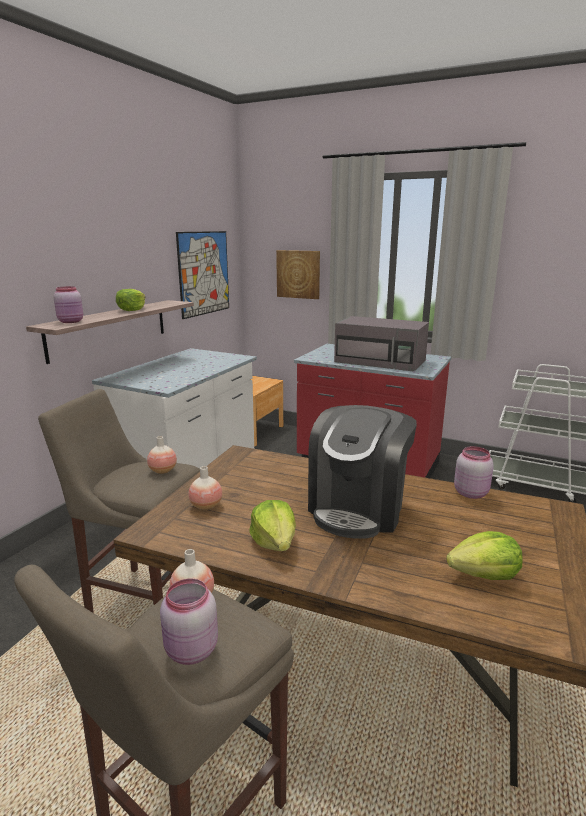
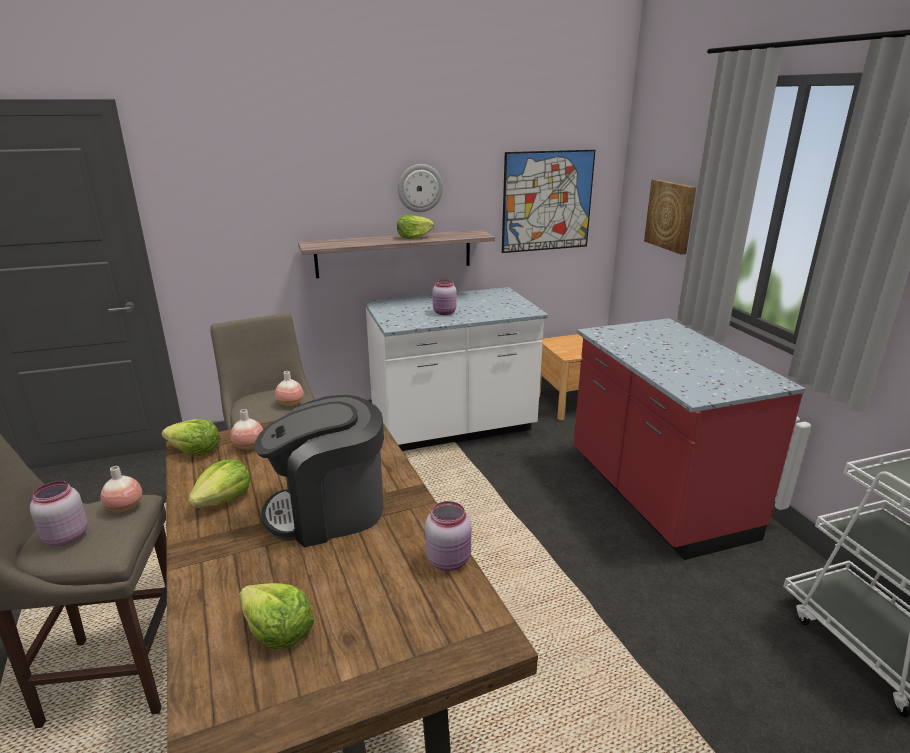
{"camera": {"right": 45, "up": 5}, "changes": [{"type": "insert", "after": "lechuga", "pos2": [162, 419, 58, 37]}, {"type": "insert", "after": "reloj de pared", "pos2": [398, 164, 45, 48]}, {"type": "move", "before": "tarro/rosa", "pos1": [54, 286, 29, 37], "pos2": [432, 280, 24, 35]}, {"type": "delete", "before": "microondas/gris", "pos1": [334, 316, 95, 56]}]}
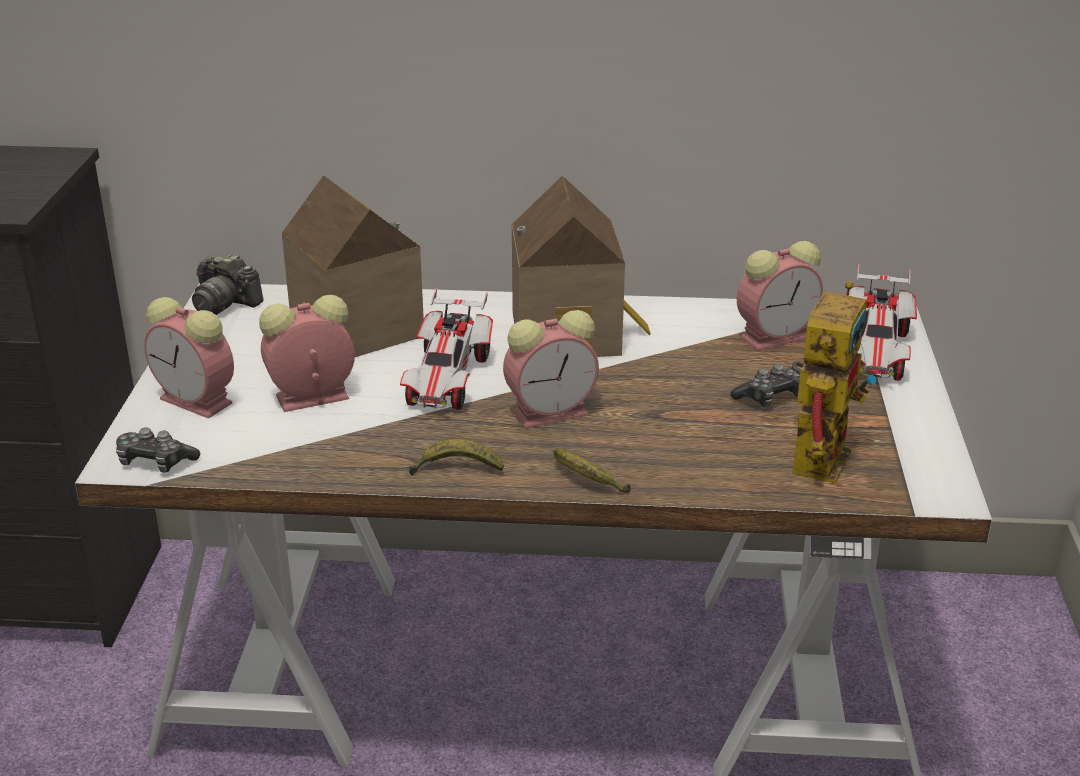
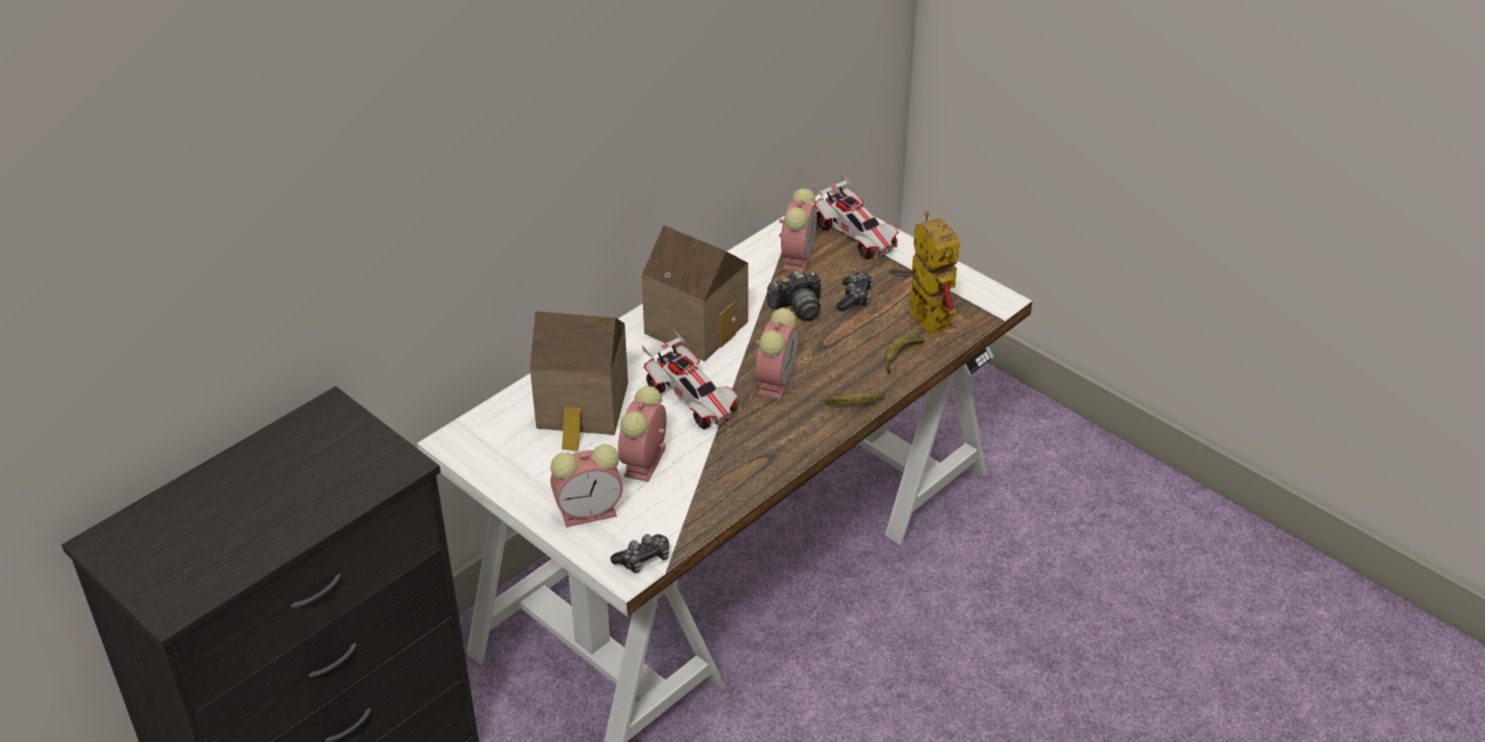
{"camera": {"right": -50, "up": 10}, "changes": [{"type": "move", "before": "cámara", "pos1": [192, 254, 72, 61], "pos2": [767, 270, 54, 51]}, {"type": "move", "before": "plátano", "pos1": [409, 439, 95, 36], "pos2": [885, 334, 40, 40]}]}
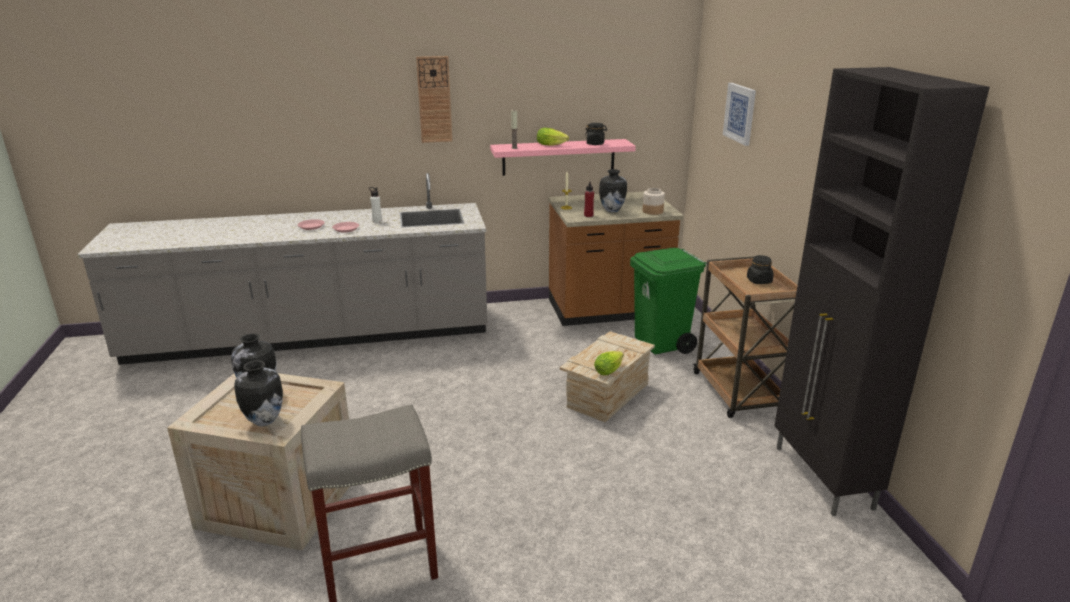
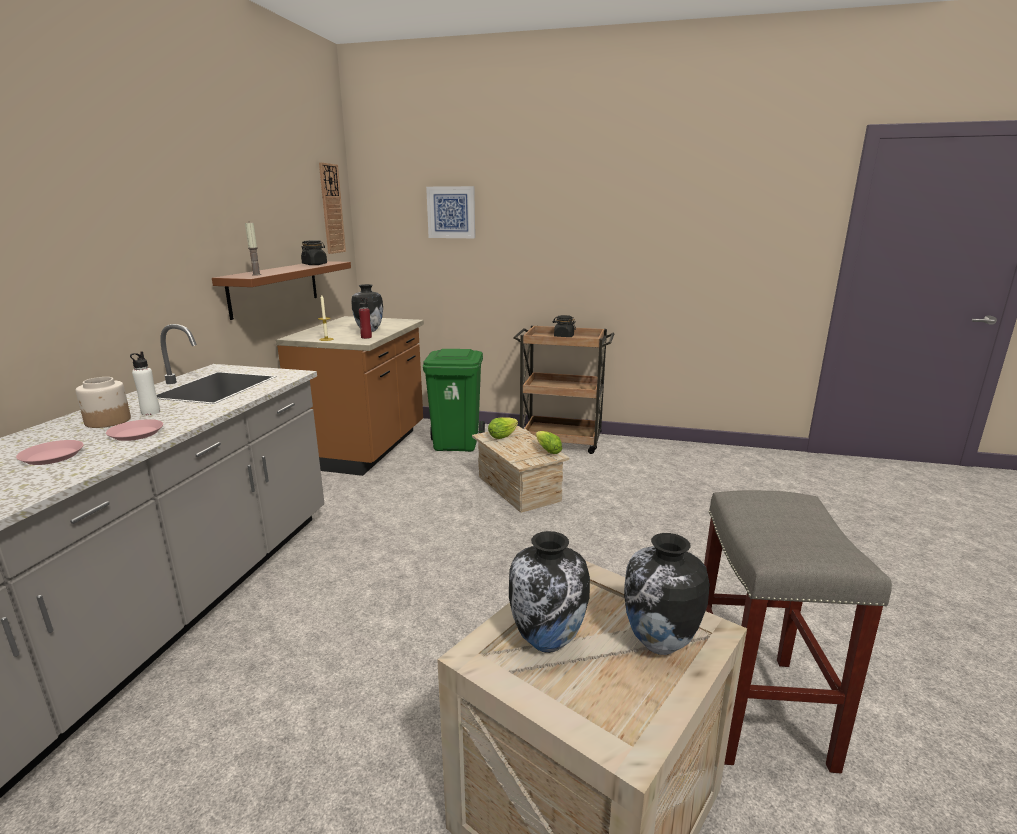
{"camera": {"right": -65, "up": -5}, "changes": [{"type": "move", "before": "tarro", "pos1": [643, 188, 22, 27], "pos2": [76, 377, 55, 51]}, {"type": "recolor", "before": "estante/rosa", "after": "estante/marrón", "pos1": [490, 139, 146, 37], "pos2": [212, 261, 139, 59]}, {"type": "move", "before": "reloj de pared", "pos1": [416, 56, 36, 87], "pos2": [319, 162, 27, 92]}, {"type": "move", "before": "lechuga", "pos1": [537, 128, 32, 18], "pos2": [488, 417, 30, 22]}, {"type": "delete", "before": "armario/negro", "pos1": [774, 67, 216, 449]}]}
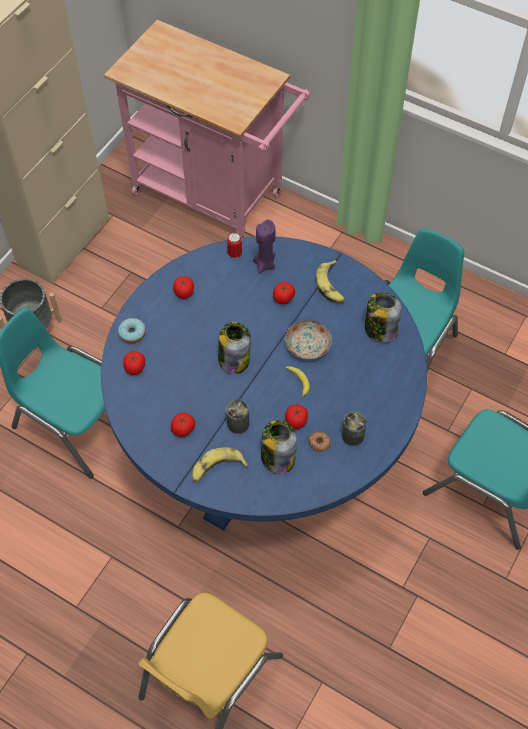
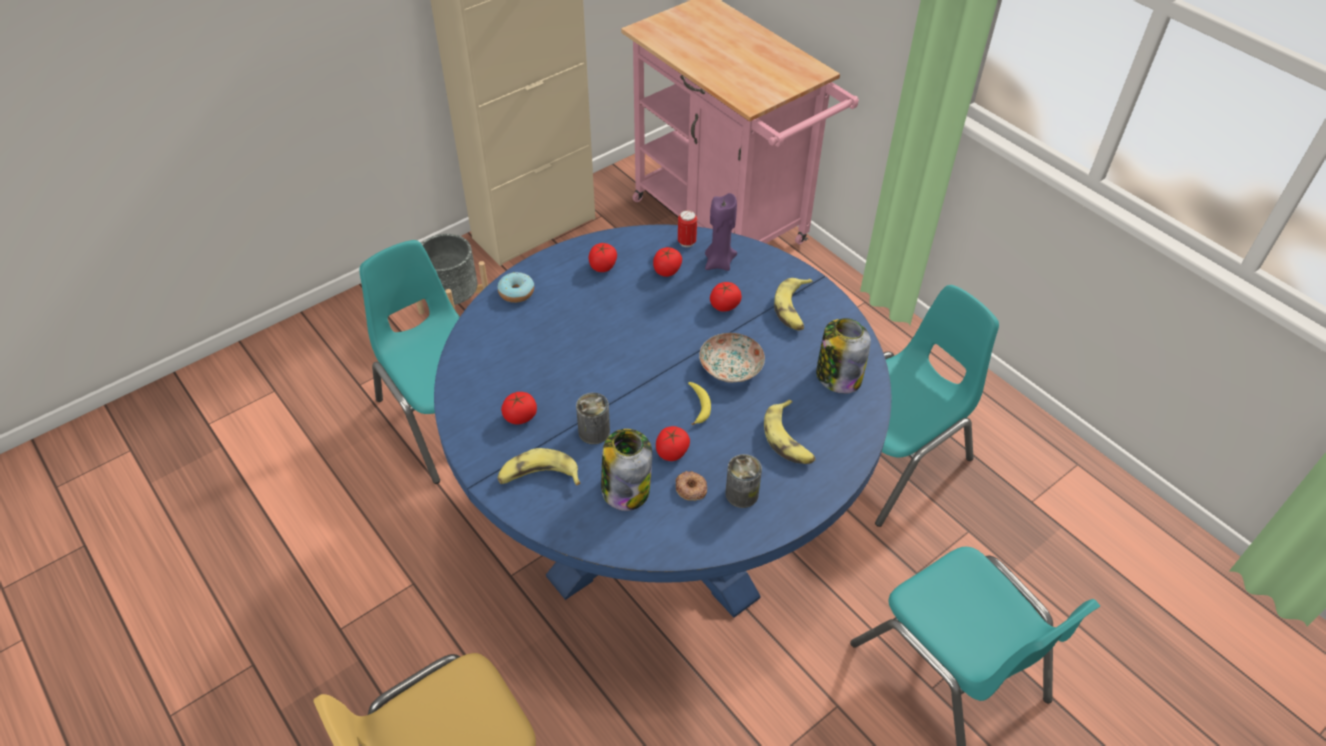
{"camera": {"right": 20, "up": -10}, "changes": [{"type": "move", "before": "tomate", "pos1": [123, 351, 22, 24], "pos2": [653, 247, 29, 30]}, {"type": "insert", "after": "plátano", "pos2": [764, 400, 51, 64]}, {"type": "delete", "before": "tarro", "pos1": [218, 322, 33, 52]}]}
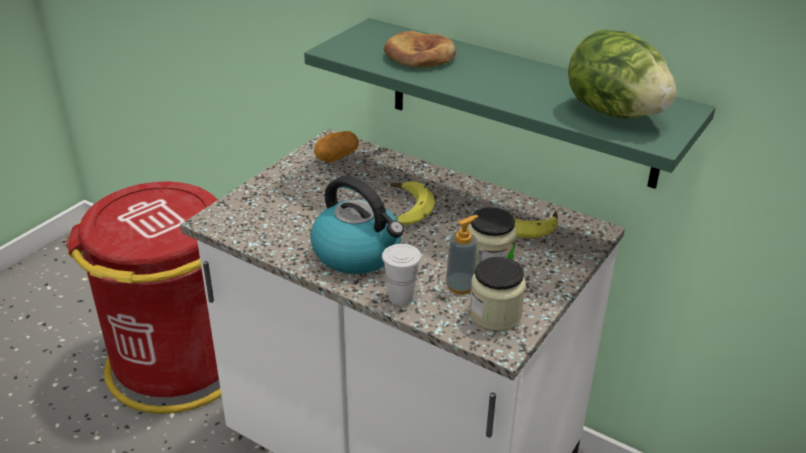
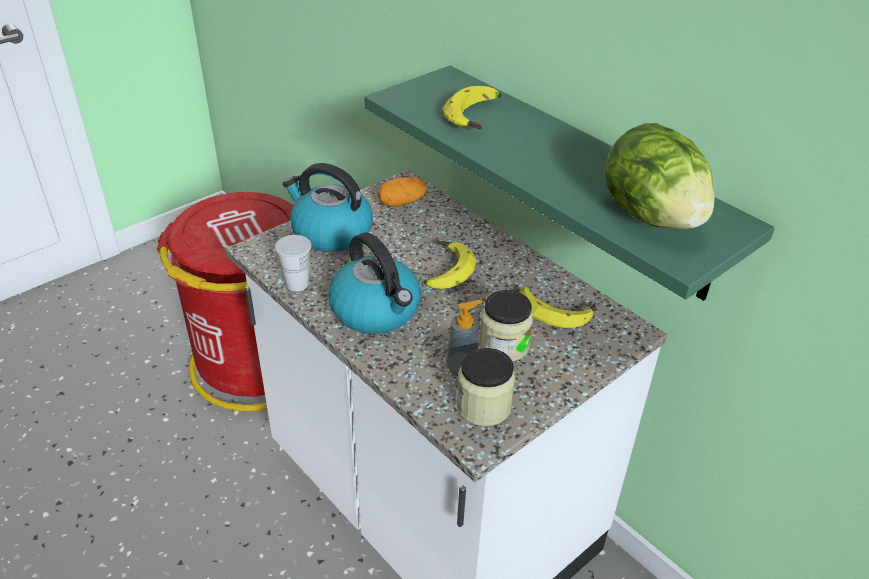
{"camera": {"right": 15, "up": 5}, "changes": [{"type": "move", "before": "taza/blanco", "pos1": [382, 244, 39, 62], "pos2": [275, 235, 37, 57]}, {"type": "insert", "after": "hervidor", "pos2": [283, 163, 90, 89]}, {"type": "replace", "before": "pan", "after": "plátano", "pos1": [384, 31, 72, 37], "pos2": [443, 86, 59, 43]}]}
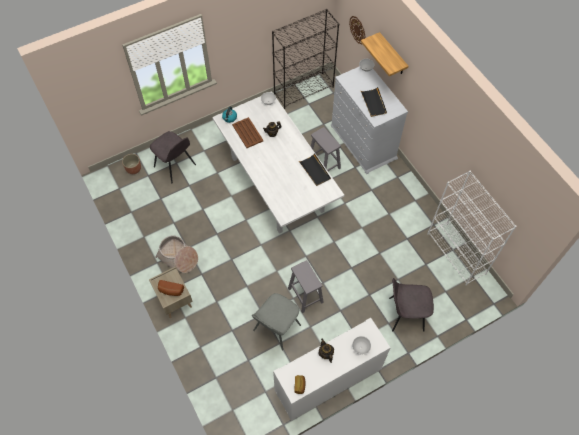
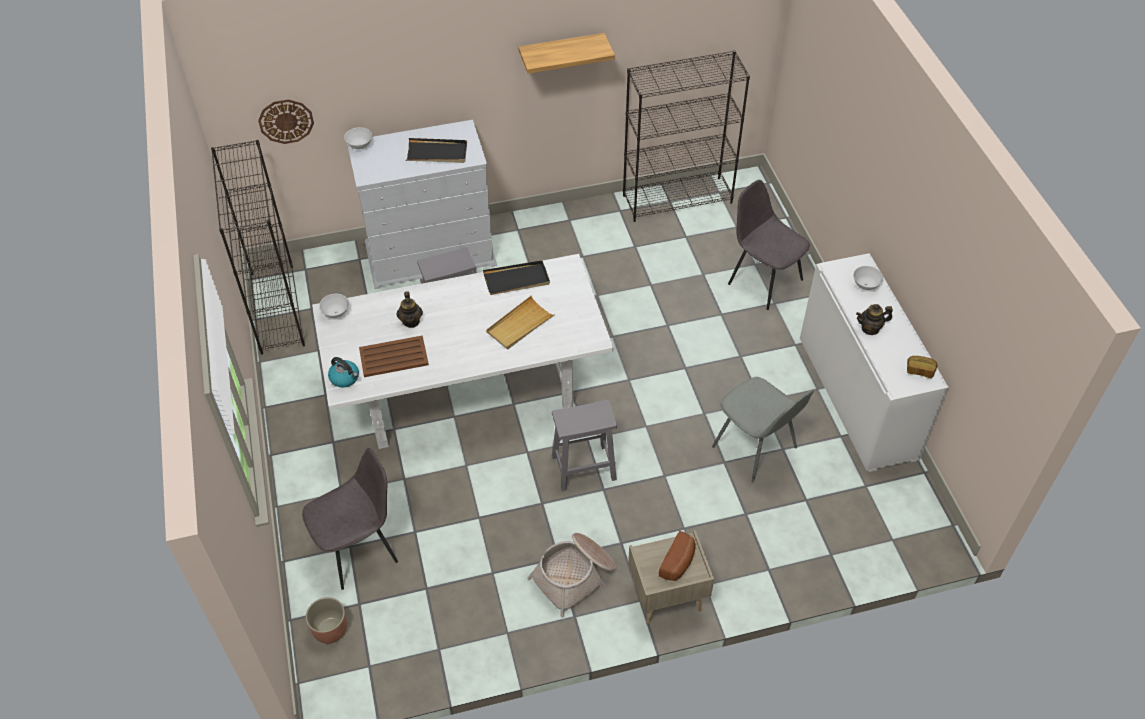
{"camera": {"right": -75, "up": -10}, "changes": [{"type": "insert", "after": "bandeja/beis", "pos2": [486, 296, 69, 54]}, {"type": "move", "before": "estante", "pos1": [361, 32, 47, 44], "pos2": [518, 33, 97, 41]}, {"type": "move", "before": "taburete/gris", "pos1": [288, 260, 36, 53], "pos2": [552, 400, 65, 91]}, {"type": "recolor", "before": "estantería/blanco", "after": "estantería/negro", "pos1": [427, 170, 90, 116], "pos2": [623, 50, 127, 172]}, {"type": "rotate", "before": "silla/gris", "pos1": [389, 278, 45, 54], "pos2": [728, 180, 82, 130], "turn": 120}]}
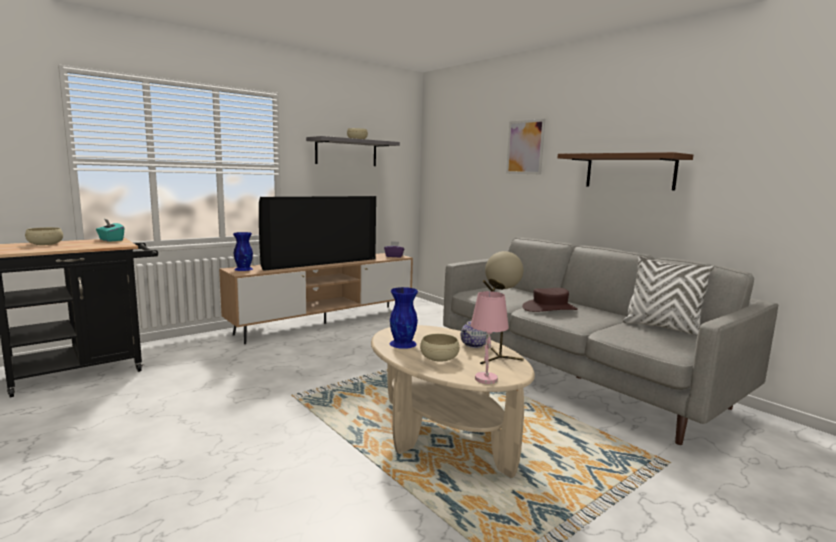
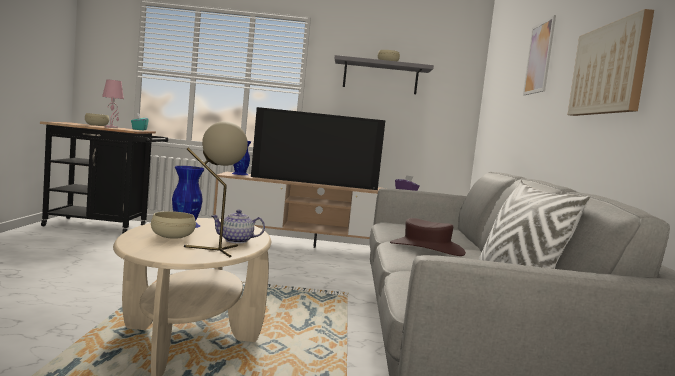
{"camera": {"right": 40, "up": -5}, "changes": [{"type": "move", "before": "lámpara de mesa/rosa", "pos1": [471, 291, 38, 93], "pos2": [102, 79, 22, 49]}, {"type": "replace", "before": "estante/marrón", "after": "cuadro", "pos1": [558, 152, 135, 38], "pos2": [567, 9, 87, 107]}]}
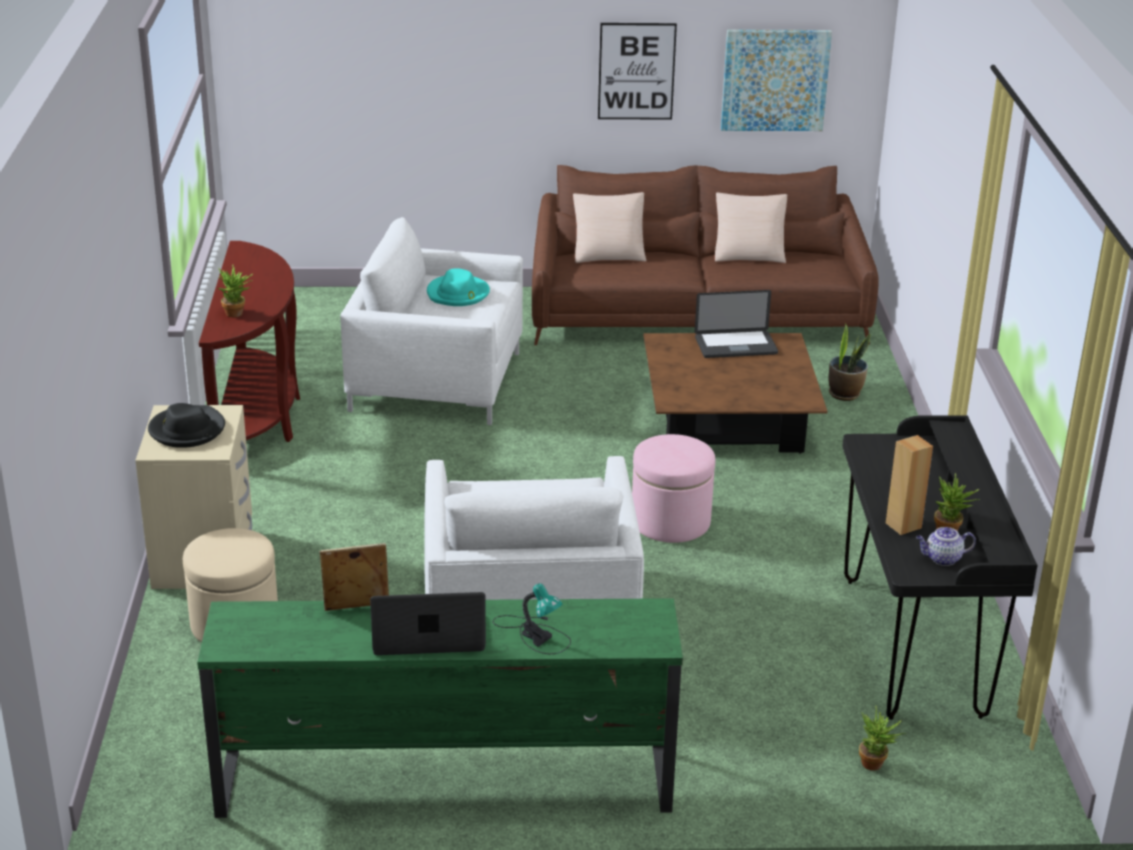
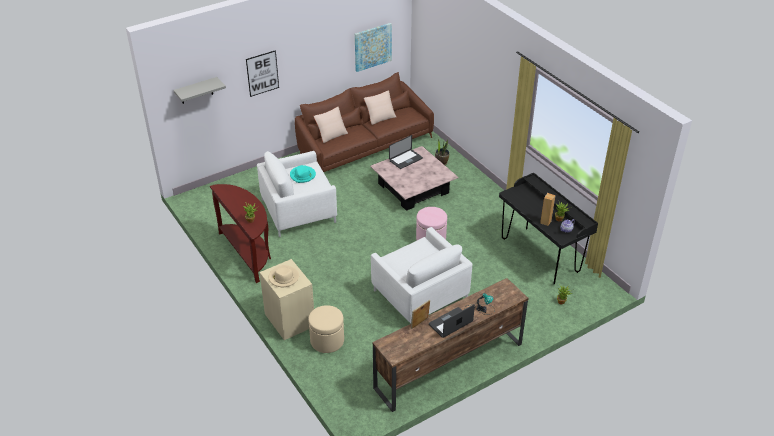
{"camera": {"right": -30, "up": 10}, "changes": [{"type": "insert", "after": "estante/gris", "pos2": [173, 77, 53, 27]}, {"type": "move", "before": "cuadro", "pos1": [598, 23, 79, 96], "pos2": [246, 50, 33, 47]}, {"type": "recolor", "before": "sombrero/negro", "after": "sombrero/beis", "pos1": [148, 403, 77, 45], "pos2": [269, 265, 30, 22]}, {"type": "recolor", "before": "mesa de centro/marrón", "after": "mesa de centro/rosa", "pos1": [643, 333, 185, 120], "pos2": [370, 146, 89, 65]}, {"type": "recolor", "before": "mueble de televisión/verde", "after": "mueble de televisión/marrón", "pos1": [197, 598, 486, 220], "pos2": [372, 278, 157, 134]}]}
